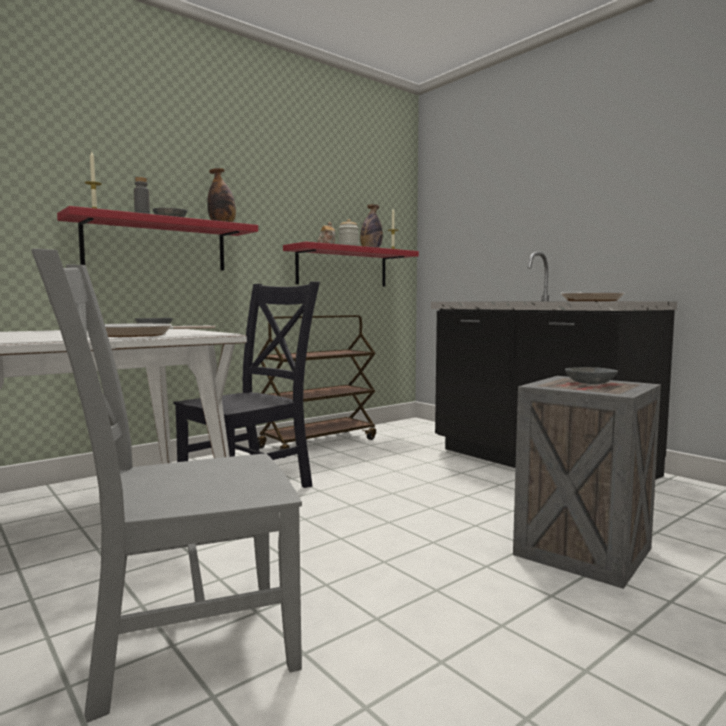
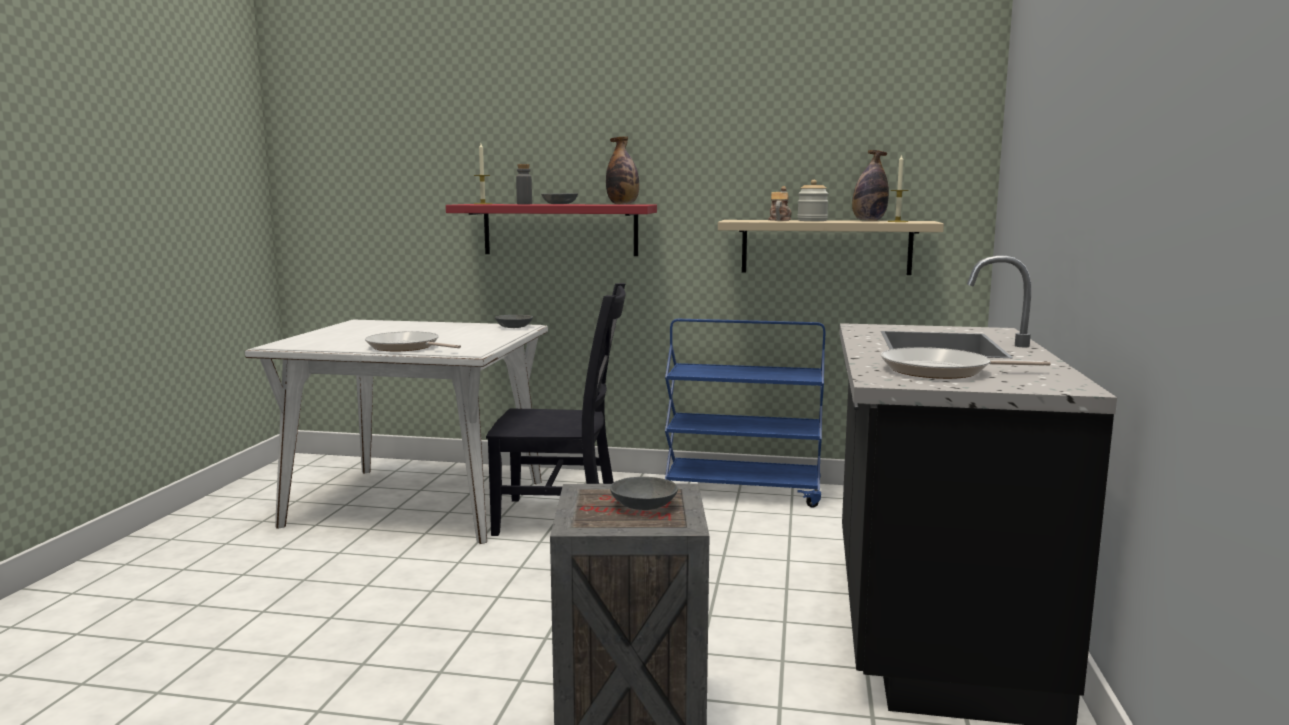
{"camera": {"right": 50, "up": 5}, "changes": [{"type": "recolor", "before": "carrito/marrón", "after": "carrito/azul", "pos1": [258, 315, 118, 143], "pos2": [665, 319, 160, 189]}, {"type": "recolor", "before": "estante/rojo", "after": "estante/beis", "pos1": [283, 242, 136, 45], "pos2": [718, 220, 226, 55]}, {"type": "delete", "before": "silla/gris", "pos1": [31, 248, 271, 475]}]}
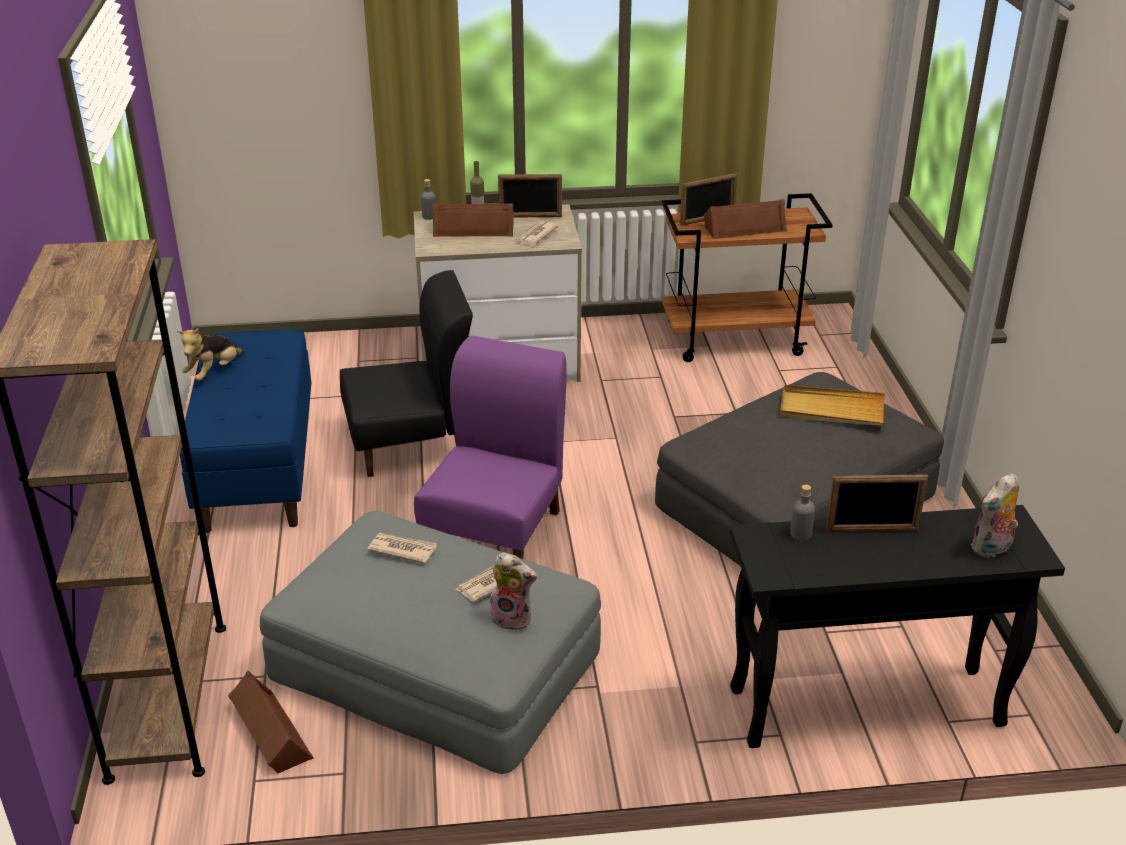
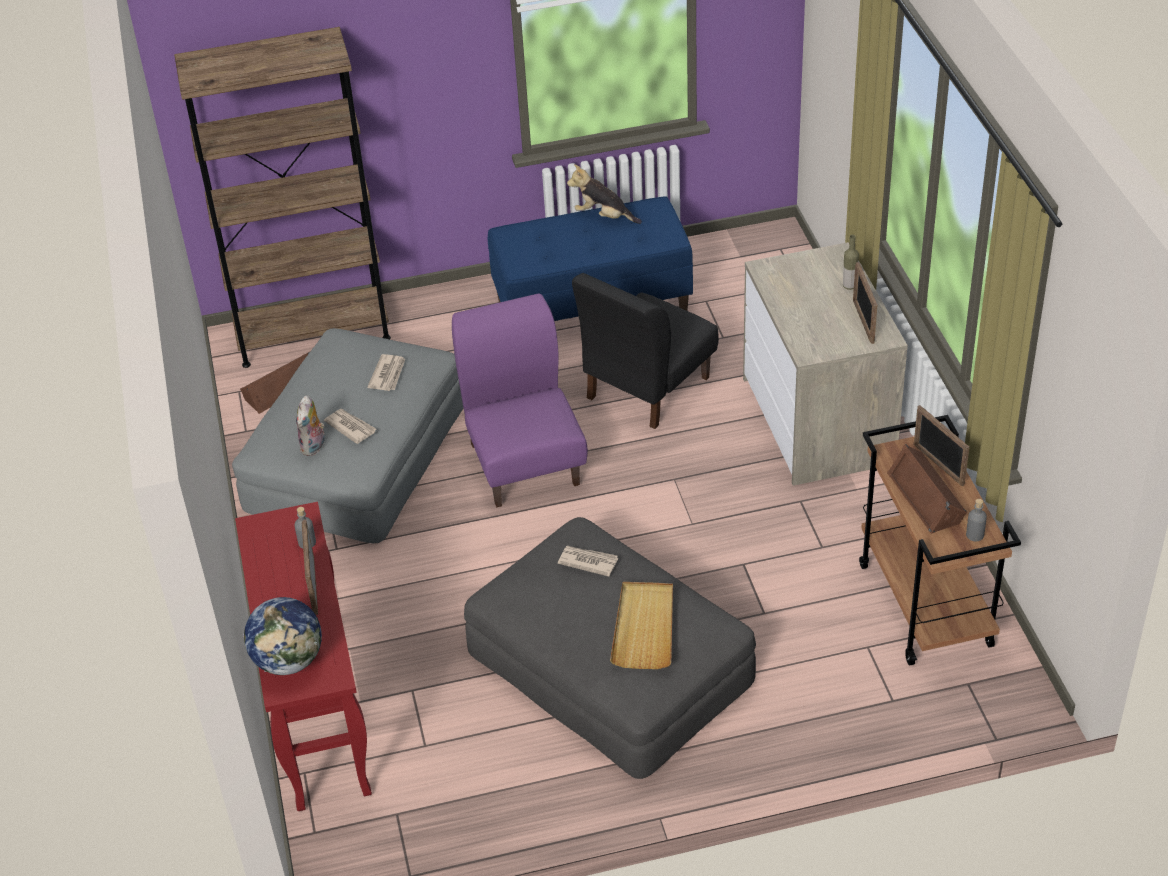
{"camera": {"right": 85, "up": 10}, "changes": [{"type": "recolor", "before": "mesa consola/negro", "after": "mesa consola/rojo", "pos1": [730, 505, 335, 243], "pos2": [235, 502, 137, 309]}, {"type": "replace", "before": "peluche", "after": "globo terráqueo", "pos1": [971, 473, 48, 84], "pos2": [243, 597, 79, 78]}, {"type": "rotate", "before": "silla/morado", "pos1": [414, 336, 153, 223], "pos2": [452, 293, 136, 214], "turn": -120}, {"type": "move", "before": "periódico", "pos1": [513, 221, 46, 25], "pos2": [558, 546, 60, 31]}, {"type": "rotate", "before": "silla/negro", "pos1": [340, 270, 133, 207], "pos2": [572, 273, 147, 156], "turn": 60}, {"type": "move", "before": "botella/gris", "pos1": [421, 179, 15, 41], "pos2": [966, 499, 21, 42]}, {"type": "delete", "before": "altavoz/marrón", "pos1": [432, 203, 82, 34]}]}
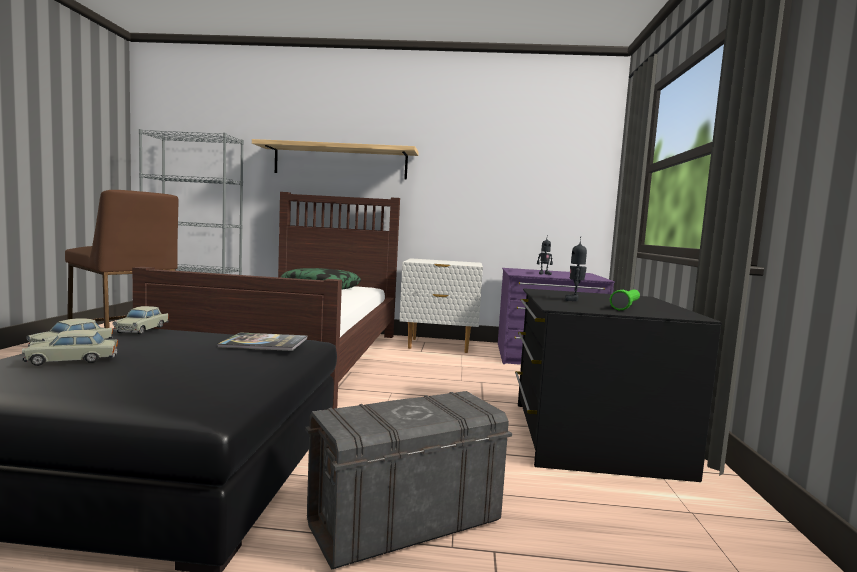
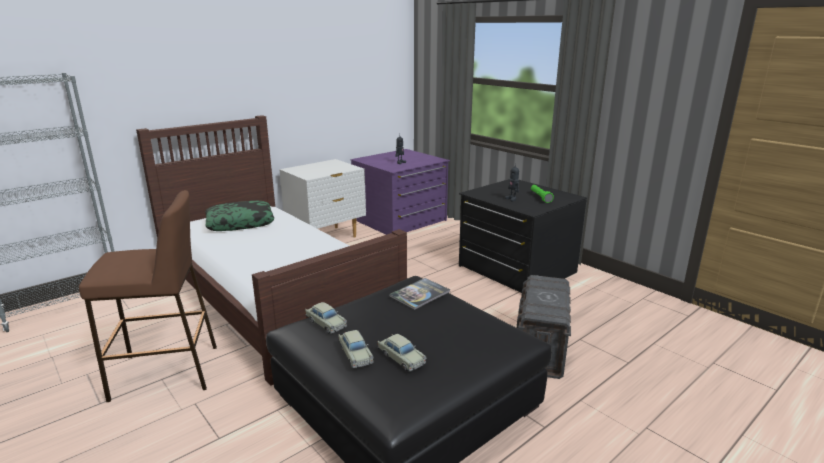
{"camera": {"right": -45, "up": 15}, "changes": [{"type": "rotate", "before": "coche de juguete/beis", "pos1": [22, 330, 96, 36], "pos2": [378, 334, 49, 37], "turn": -60}, {"type": "delete", "before": "estante", "pos1": [252, 139, 167, 40]}]}
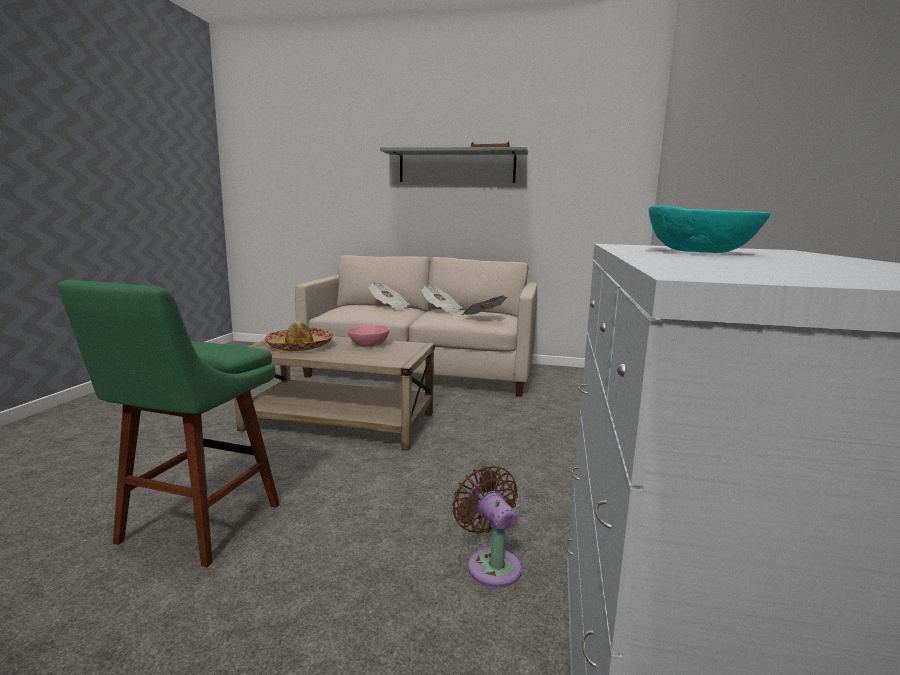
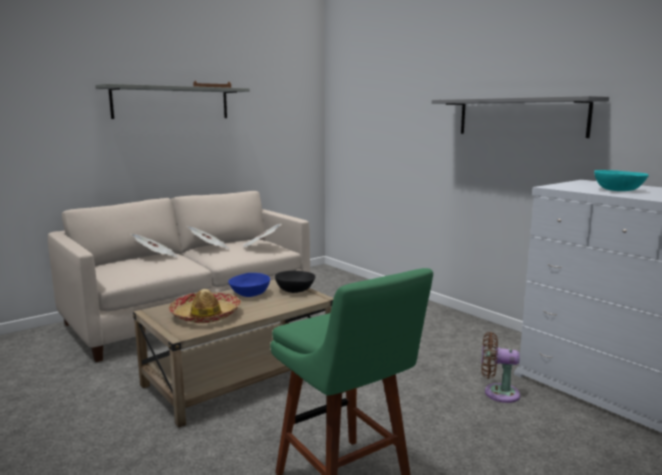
{"camera": {"right": -50, "up": 0}, "changes": [{"type": "recolor", "before": "cuenco/rosa", "after": "cuenco/azul", "pos1": [347, 326, 43, 21], "pos2": [228, 273, 42, 24]}, {"type": "insert", "after": "cuenco/negro", "pos2": [275, 271, 40, 22]}, {"type": "insert", "after": "estante/gris", "pos2": [432, 96, 177, 42]}]}
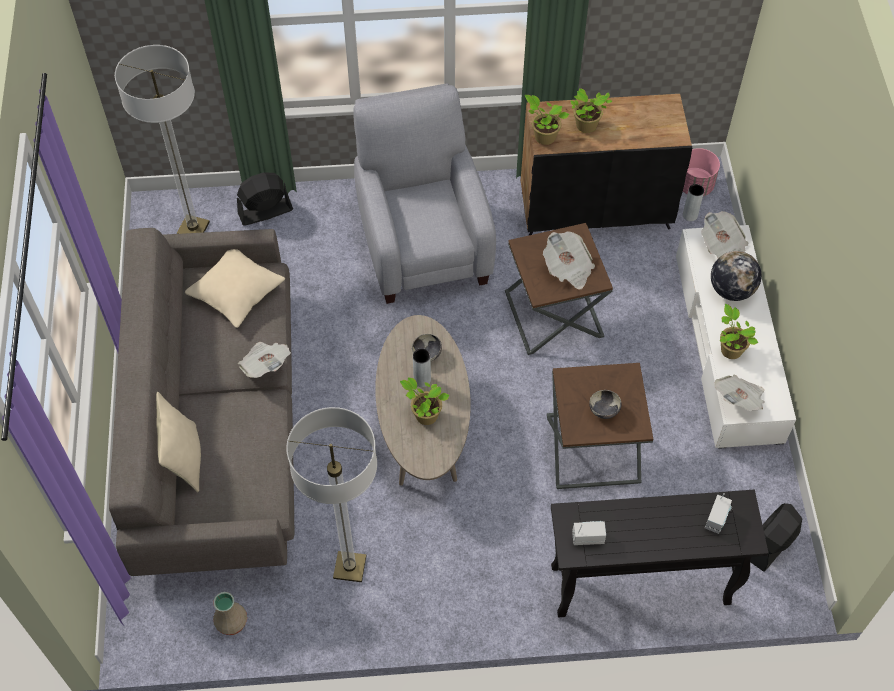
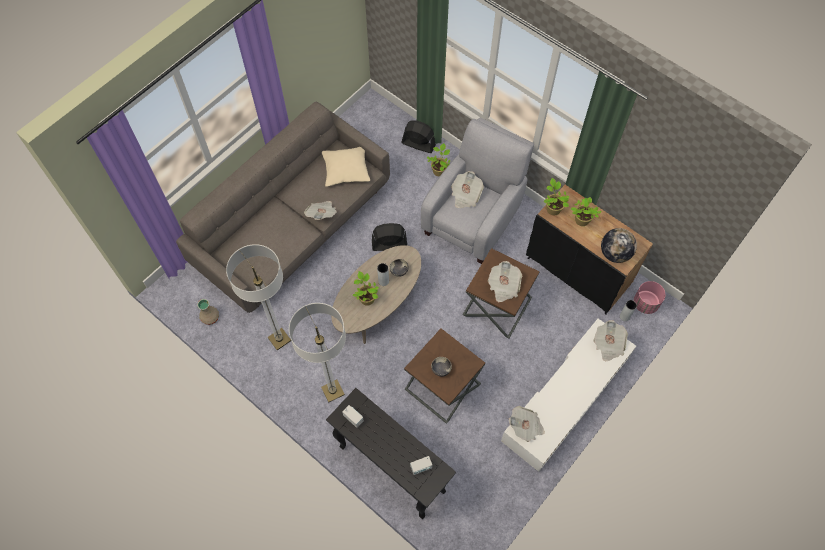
{"camera": {"right": 45, "up": 5}, "changes": [{"type": "move", "before": "lámpara de pie", "pos1": [115, 45, 95, 189], "pos2": [289, 303, 57, 100]}, {"type": "move", "before": "ventilador/negro", "pos1": [750, 503, 52, 69], "pos2": [372, 223, 35, 28]}, {"type": "move", "before": "planta en maceta", "pos1": [720, 304, 38, 55], "pos2": [427, 143, 23, 33]}, {"type": "insert", "after": "periódico", "pos2": [451, 171, 33, 37]}, {"type": "move", "before": "globo terráqueo", "pos1": [711, 251, 51, 50], "pos2": [601, 228, 36, 35]}, {"type": "delete", "before": "cojín/beis", "pos1": [156, 392, 45, 100]}]}
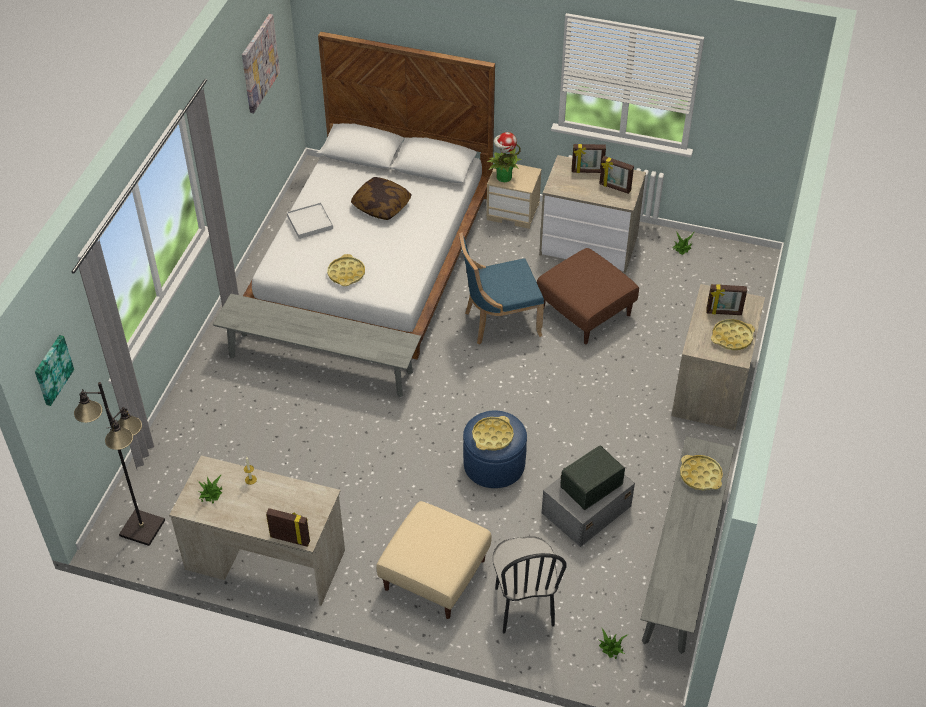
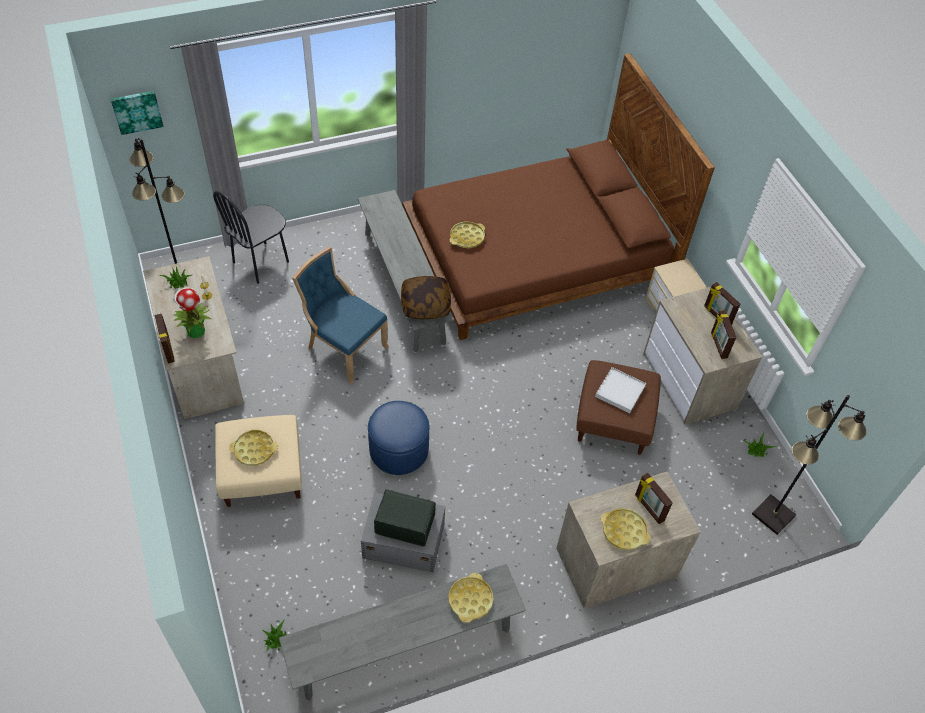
{"camera": {"right": 50, "up": 5}, "changes": [{"type": "move", "before": "planta en maceta", "pos1": [487, 132, 34, 50], "pos2": [173, 288, 38, 50]}, {"type": "move", "before": "silla/negro", "pos1": [493, 536, 74, 97], "pos2": [213, 191, 76, 93]}, {"type": "move", "before": "bandeja/amarillo", "pos1": [472, 416, 42, 35], "pos2": [229, 430, 49, 36]}, {"type": "move", "before": "silla/azul", "pos1": [459, 232, 85, 113], "pos2": [292, 247, 97, 137]}, {"type": "move", "before": "cojín", "pos1": [351, 177, 61, 43], "pos2": [401, 276, 50, 43]}, {"type": "recolor", "before": "cama/blanco", "after": "cama/marrón", "pos1": [243, 31, 252, 328], "pos2": [403, 53, 312, 287]}, {"type": "move", "before": "bandeja/blanco", "pos1": [287, 203, 46, 36], "pos2": [595, 367, 51, 46]}, {"type": "insert", "after": "lámpara de pie/negro", "pos2": [752, 395, 114, 140]}, {"type": "delete", "before": "cuadro", "pos1": [242, 14, 38, 99]}]}
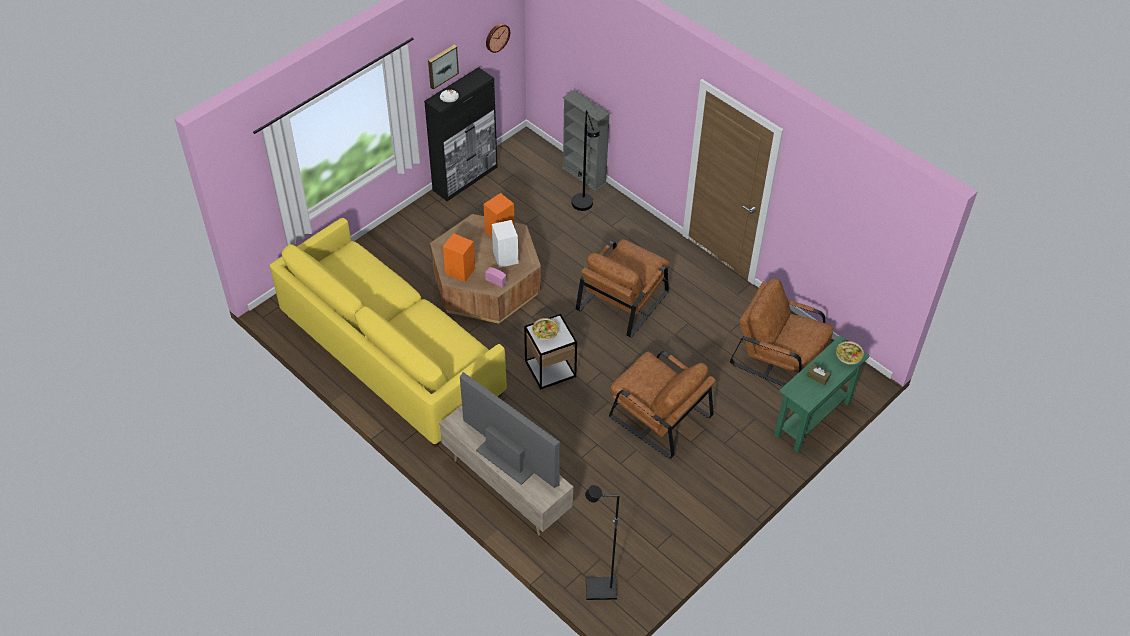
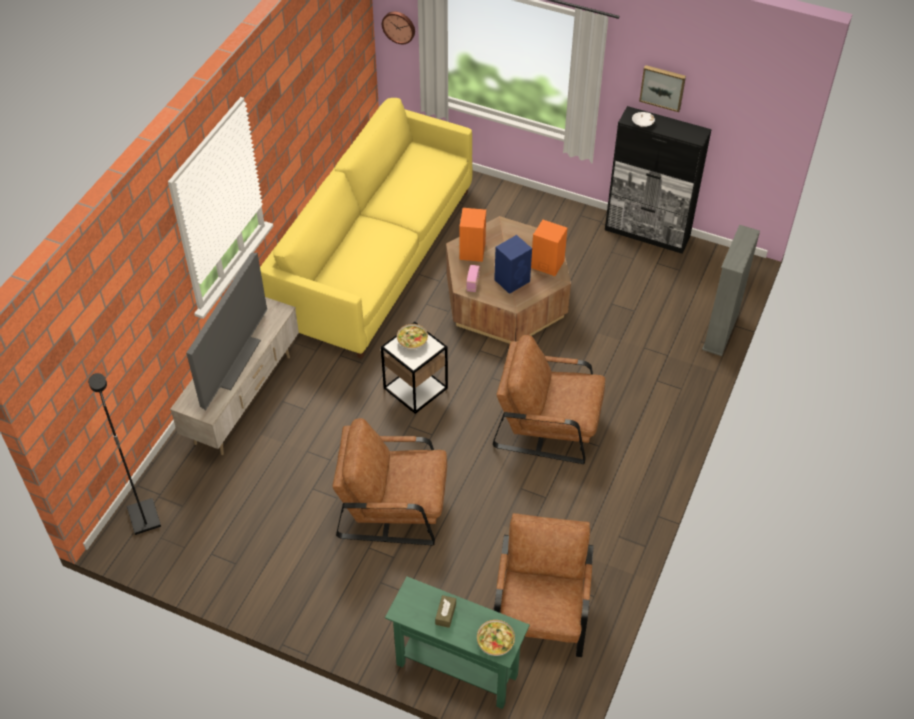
{"camera": {"right": 70, "up": 0}, "changes": [{"type": "rotate", "before": "sillón/marrón", "pos1": [609, 351, 107, 108], "pos2": [332, 418, 115, 127], "turn": 75}, {"type": "move", "before": "reloj de pared", "pos1": [486, 23, 24, 30], "pos2": [382, 11, 33, 33]}, {"type": "recolor", "before": "altavoz/blanco", "after": "altavoz/azul", "pos1": [492, 220, 26, 48], "pos2": [494, 235, 38, 59]}, {"type": "delete", "before": "lámpara de pie/negro", "pos1": [572, 110, 28, 101]}]}
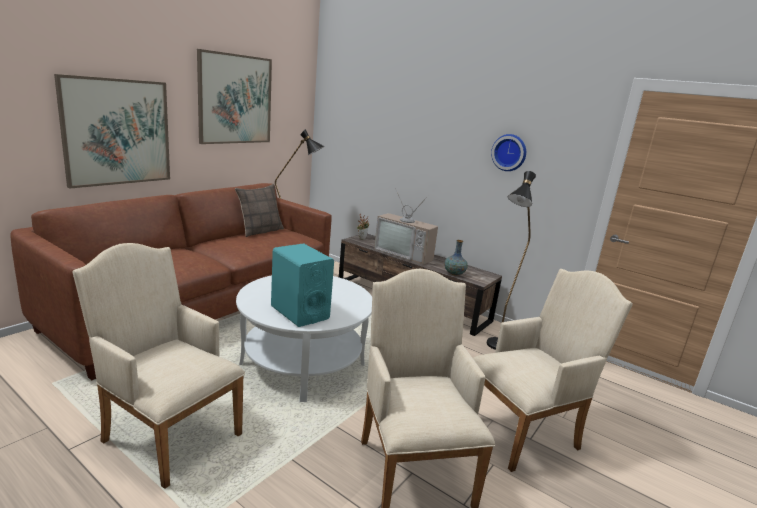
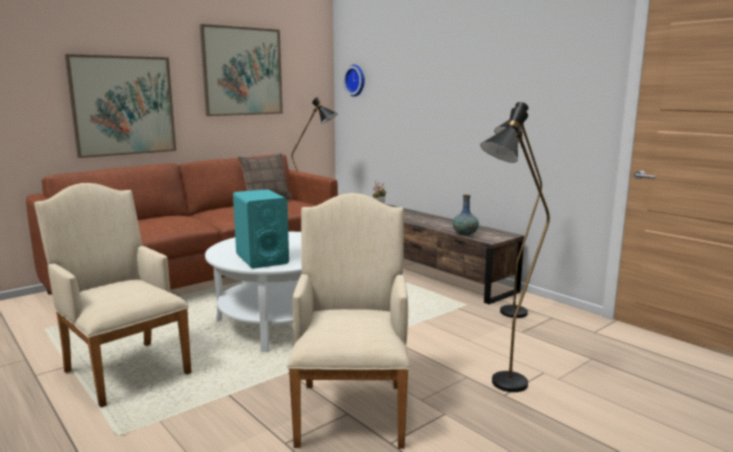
{"camera": {"right": 15, "up": -5}, "changes": [{"type": "move", "before": "reloj de pared", "pos1": [491, 134, 35, 37], "pos2": [343, 64, 22, 33]}, {"type": "replace", "before": "sillón/beis", "after": "lámpara de pie/negro", "pos1": [473, 269, 160, 203], "pos2": [480, 107, 70, 285]}, {"type": "delete", "before": "televisor", "pos1": [374, 188, 64, 77]}]}
